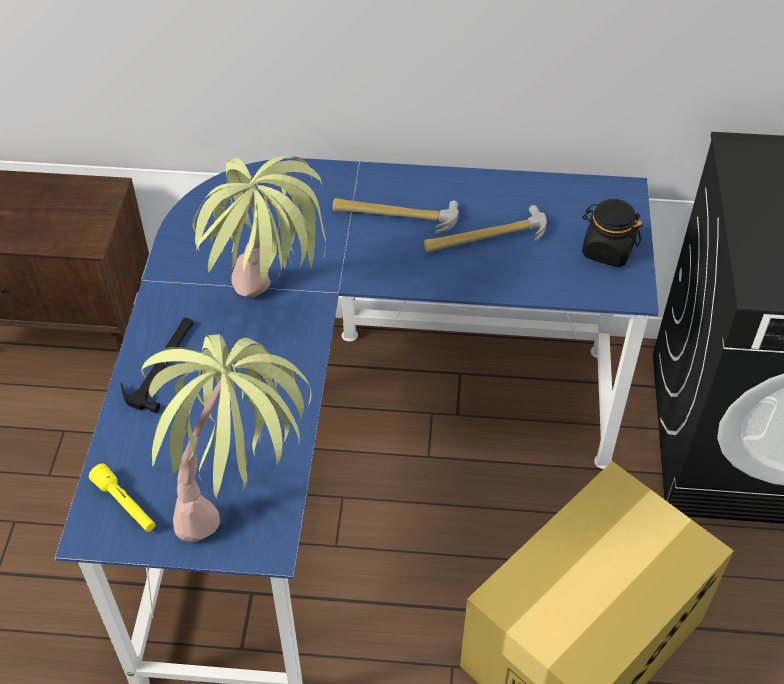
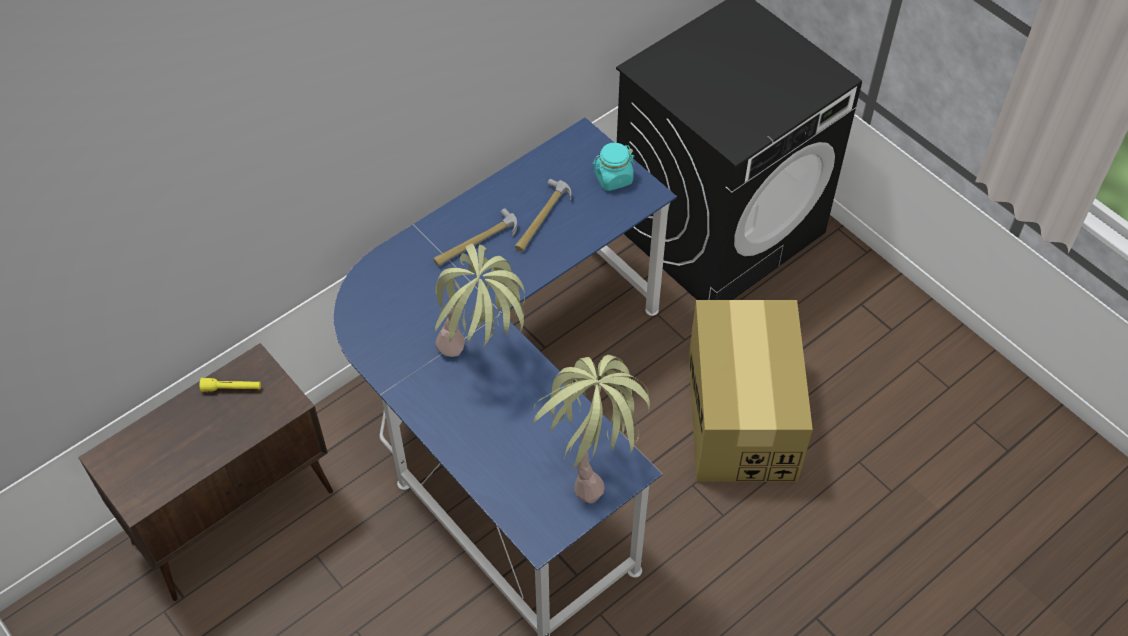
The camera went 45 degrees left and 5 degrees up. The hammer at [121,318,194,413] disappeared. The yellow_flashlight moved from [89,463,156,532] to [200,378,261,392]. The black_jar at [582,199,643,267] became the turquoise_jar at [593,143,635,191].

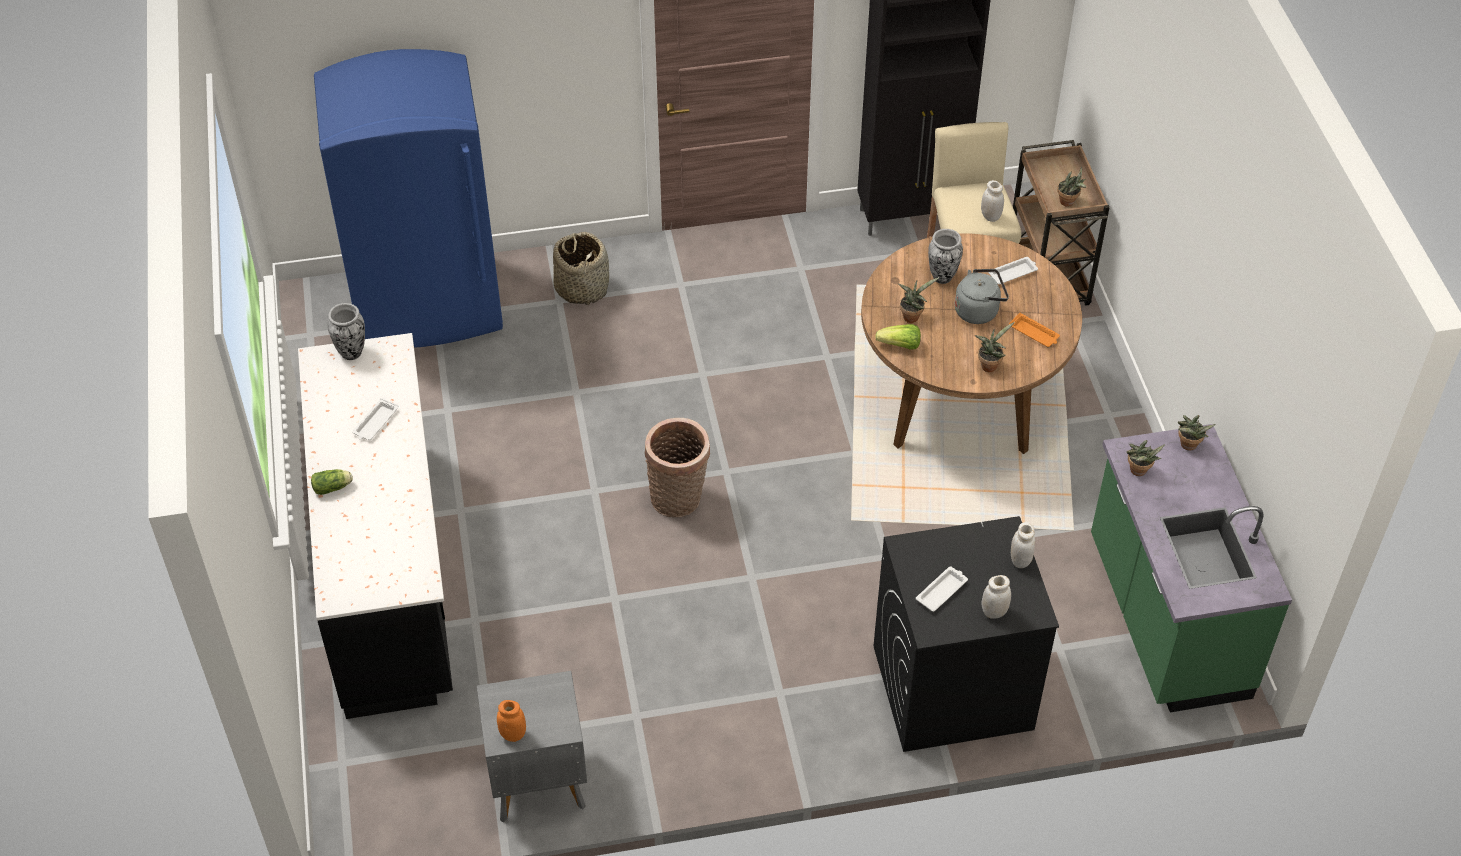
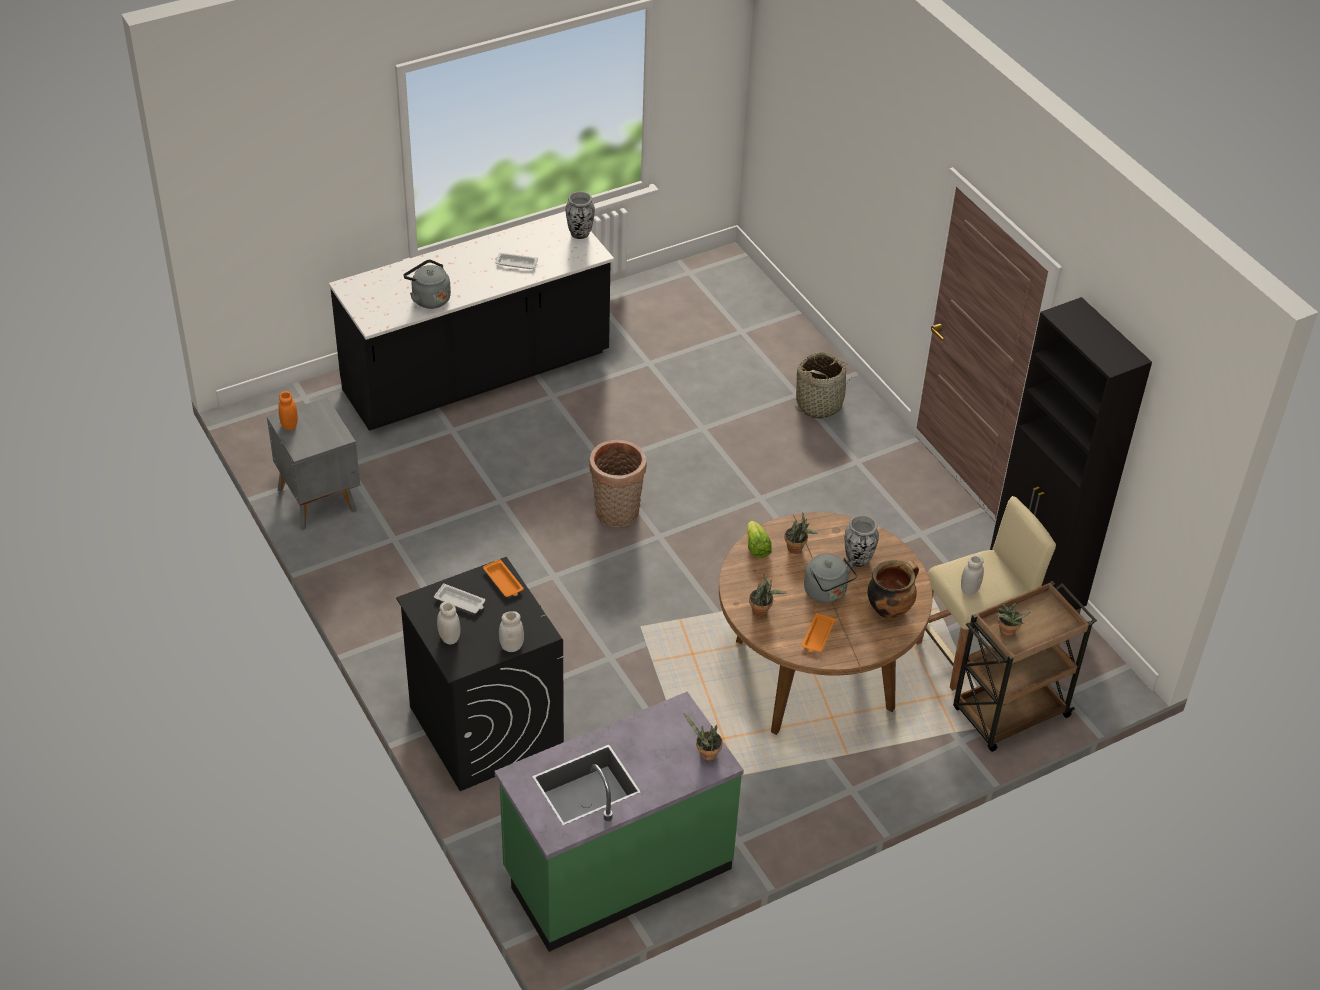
The camera went 70 degrees right and 5 degrees down. The lettuce at [311,469,353,495] disappeared. The blue_fridge at [314,49,503,348] disappeared. The potted_plant at [1126,440,1165,476] disappeared. The grey_kettle at [404,259,451,309] appeared. The orange_tray at [483,559,523,597] appeared. The white_tray at [988,257,1038,284] was replaced by the cooking_pot at [867,560,919,619].

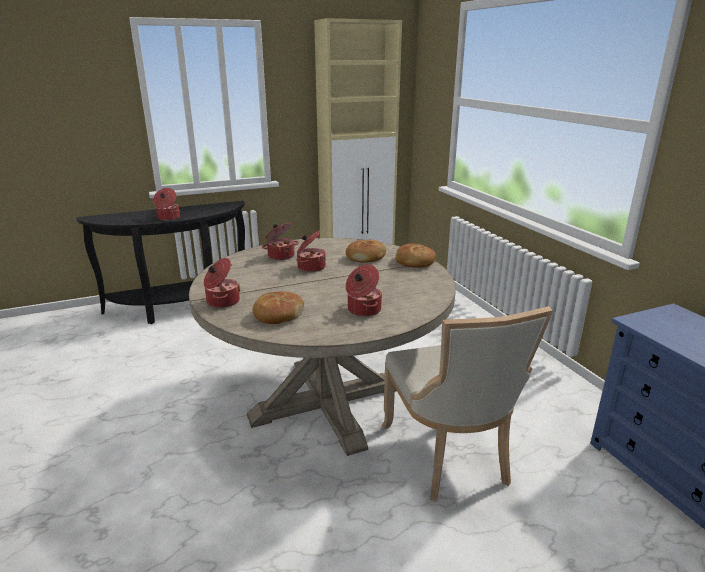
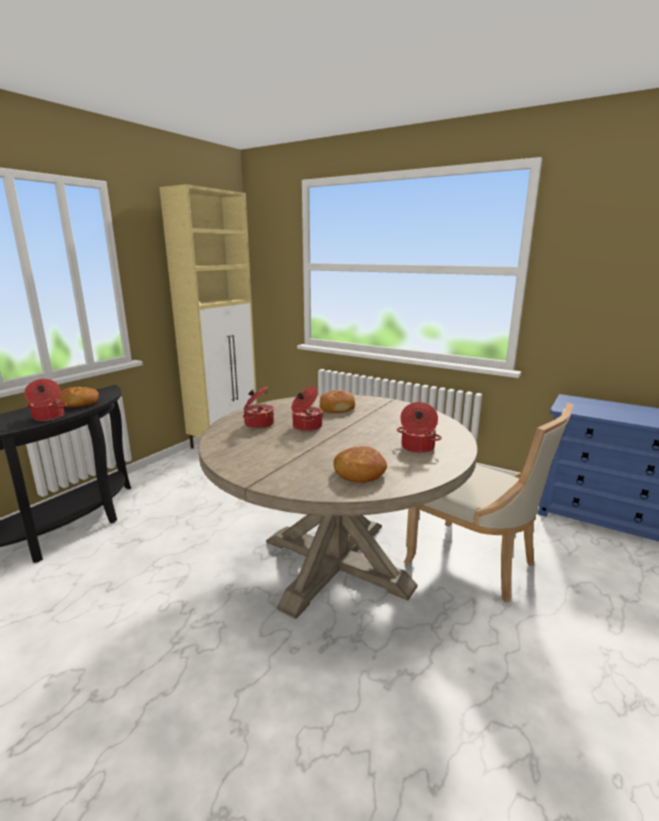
The camera went 35 degrees left and 5 degrees down. The cooking_pot at [204,258,240,308] disappeared. The bread moved from [395,243,436,268] to [58,387,99,407].

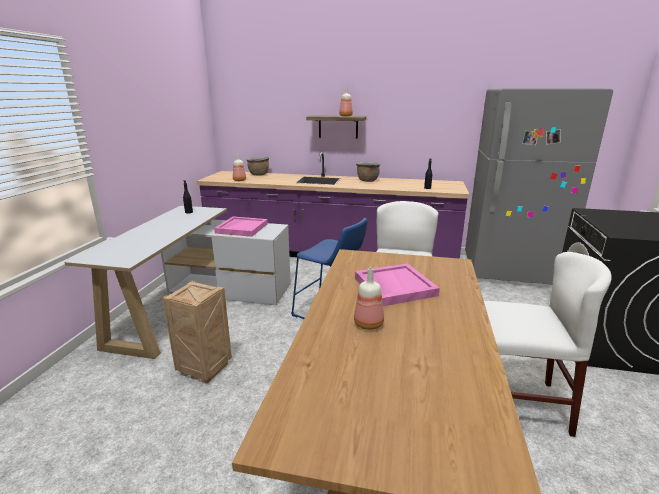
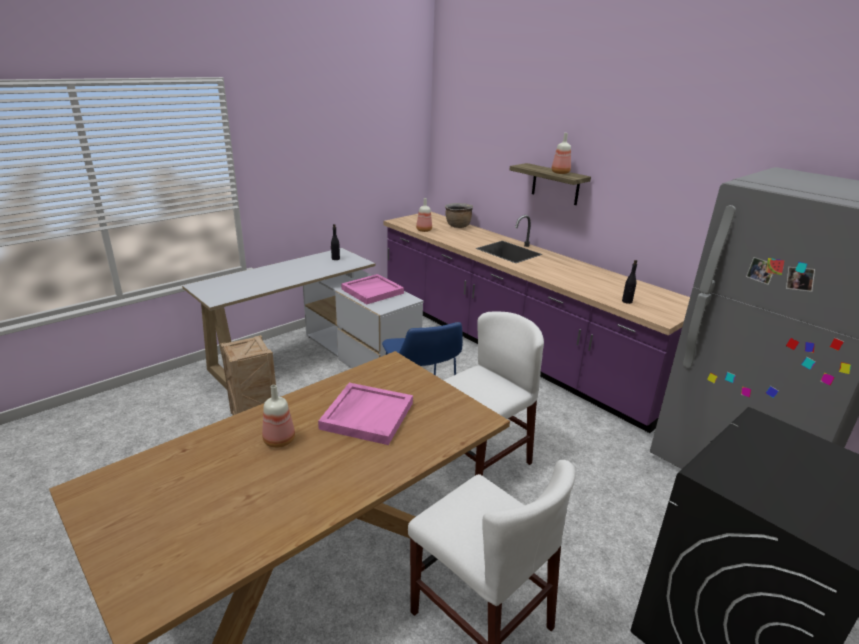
The camera went 35 degrees right and 5 degrees up. The brown_cooking_pot at [356,162,380,182] disappeared.

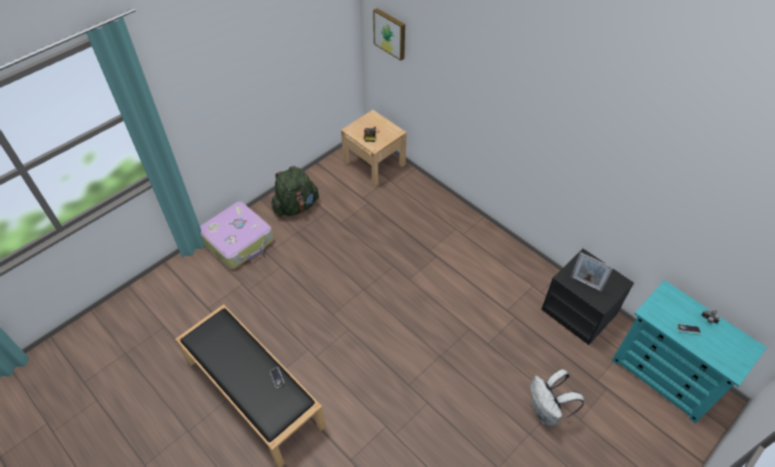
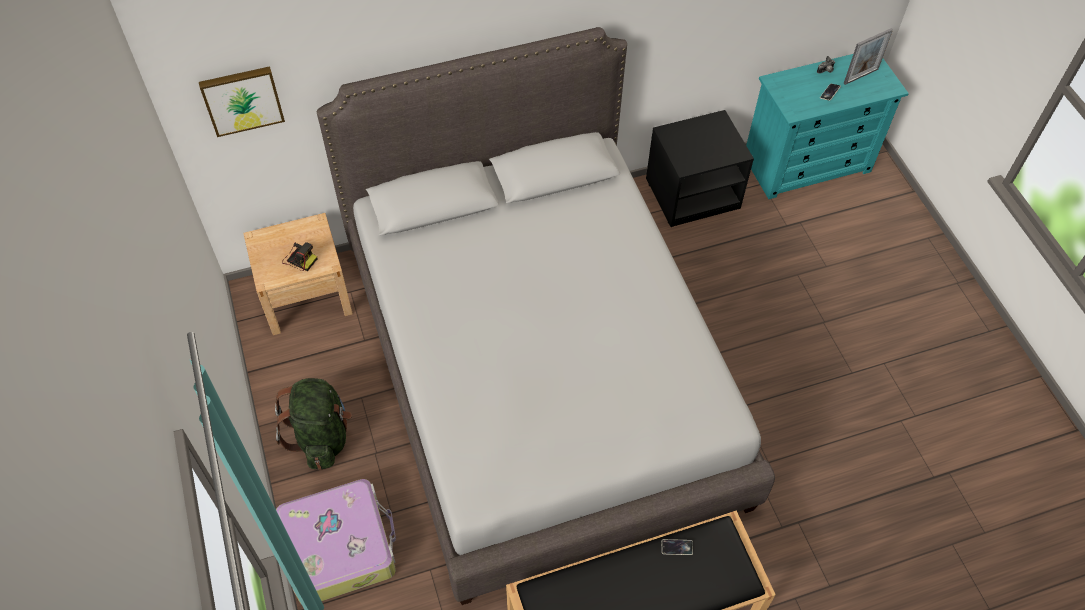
The camera went 65 degrees left and 5 degrees up. The white_backpack at [530,369,584,426] disappeared. The grey_bed at [317,27,775,605] appeared. The picture_frame moved from [571,252,613,292] to [843,28,893,85].

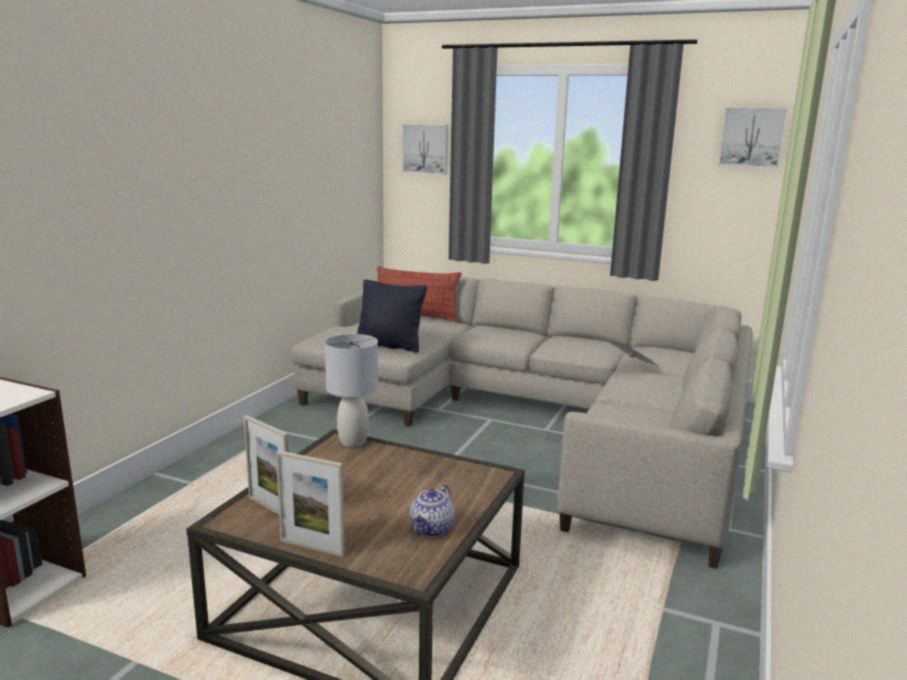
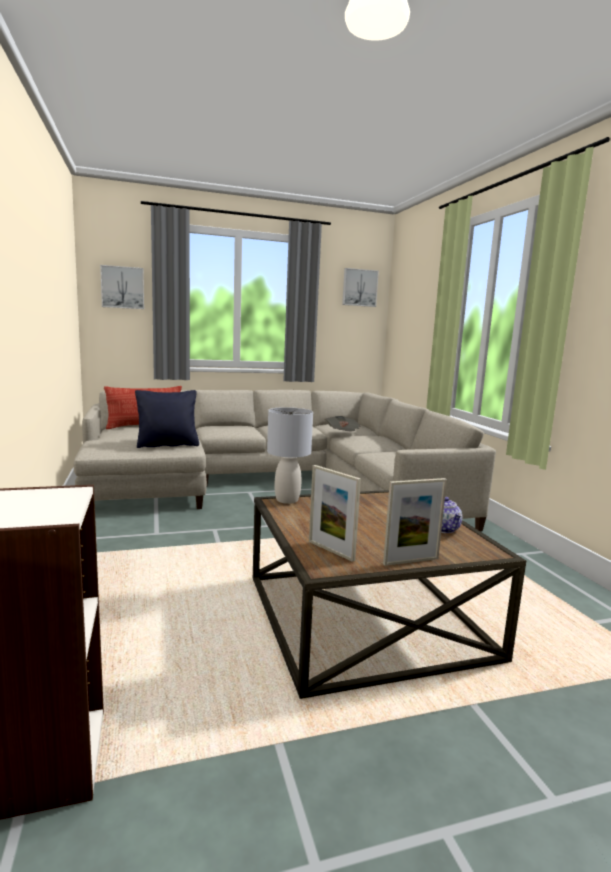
The camera went 40 degrees left and 5 degrees down. The picture_frame at [244,415,289,515] turned 45 degrees clockwise.

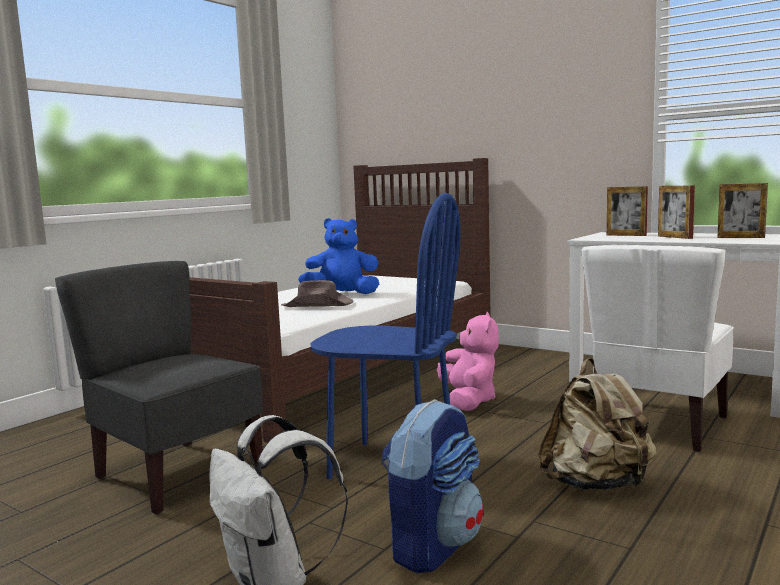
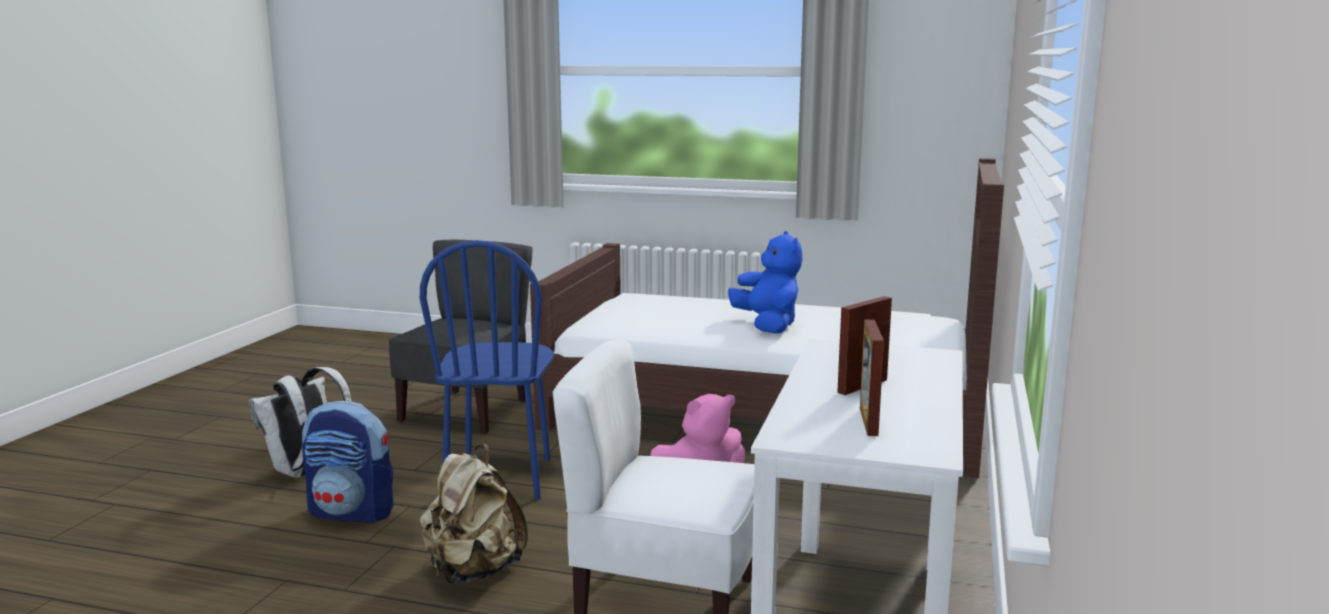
The camera went 70 degrees right and 5 degrees up. The brown_hat at [281,280,354,307] disappeared. The picture_frame at [607,186,648,236] disappeared.

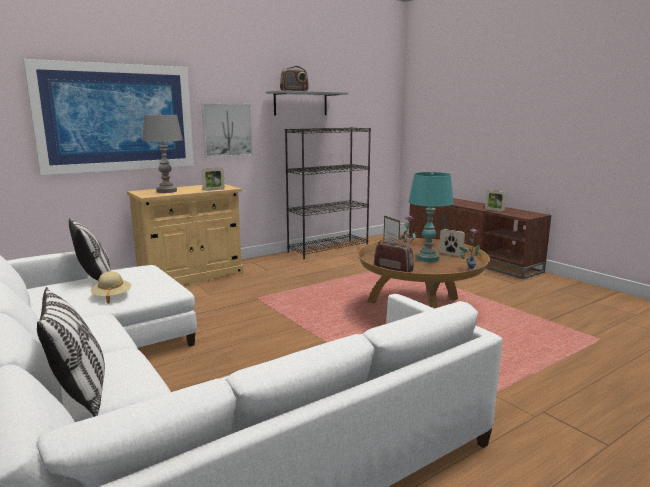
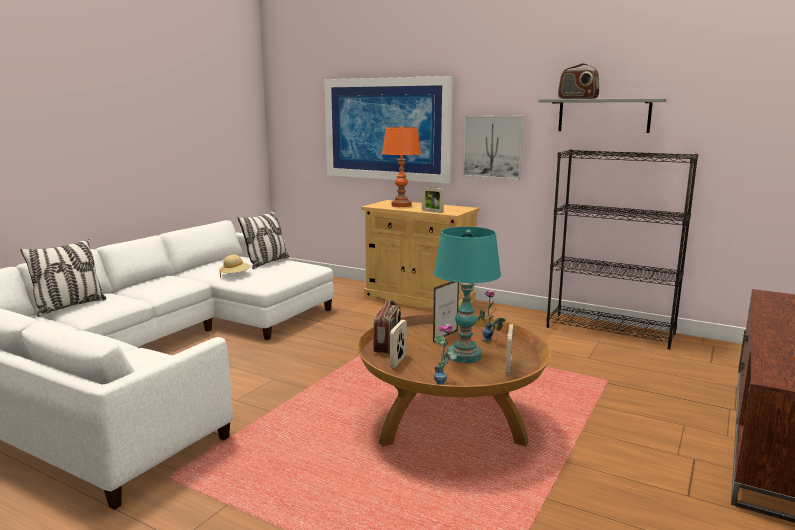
The camera went 65 degrees right and 0 degrees up. The picture_frame moved from [485,190,506,212] to [390,319,407,368]. The grey_table_lamp at [142,114,183,193] became the orange_table_lamp at [382,127,421,207].

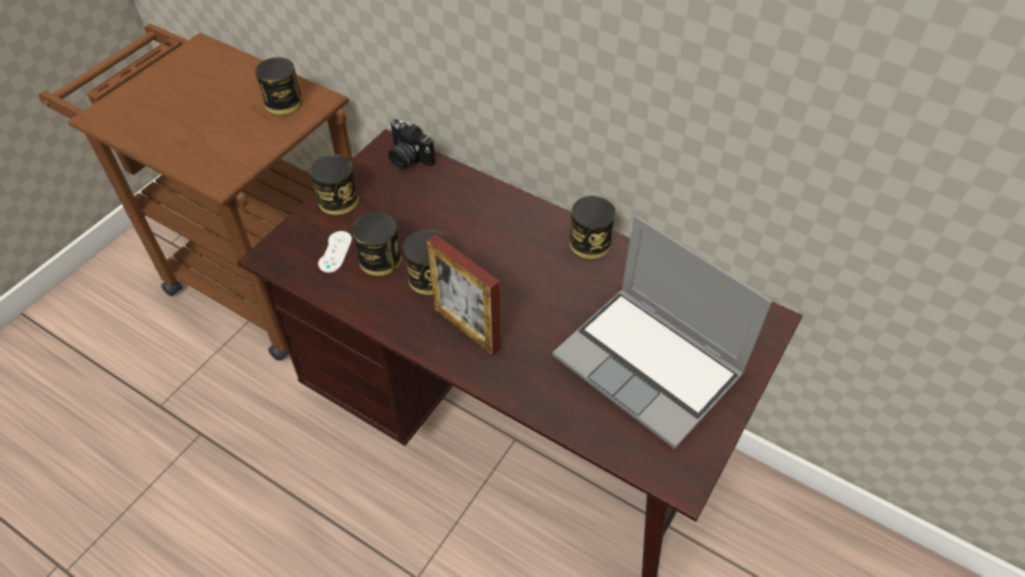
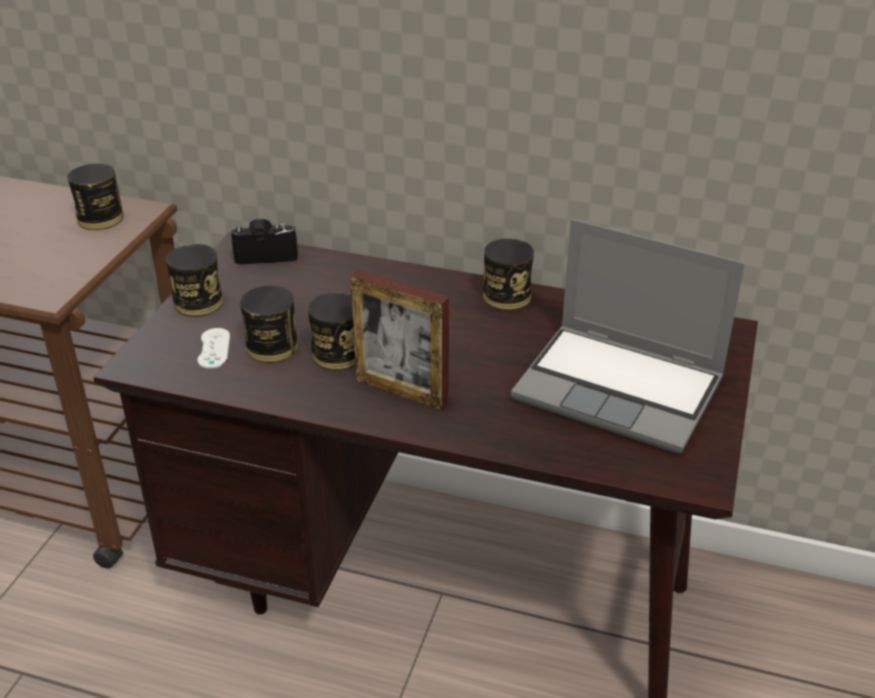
The camera went 15 degrees left and 15 degrees down. The photo_camera at [389,119,435,170] turned 150 degrees clockwise.

